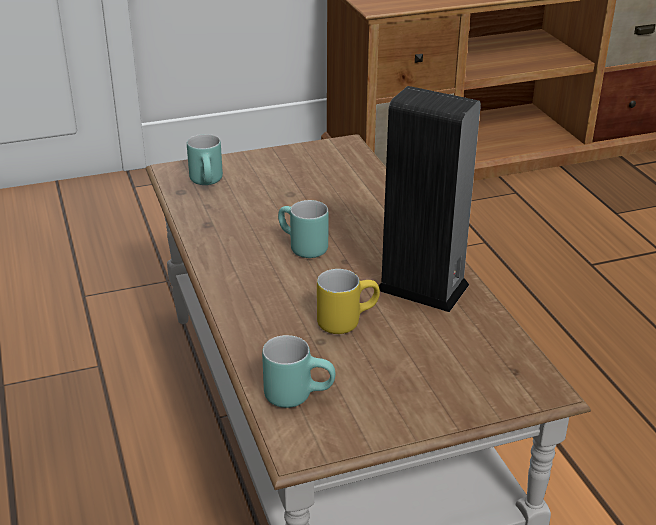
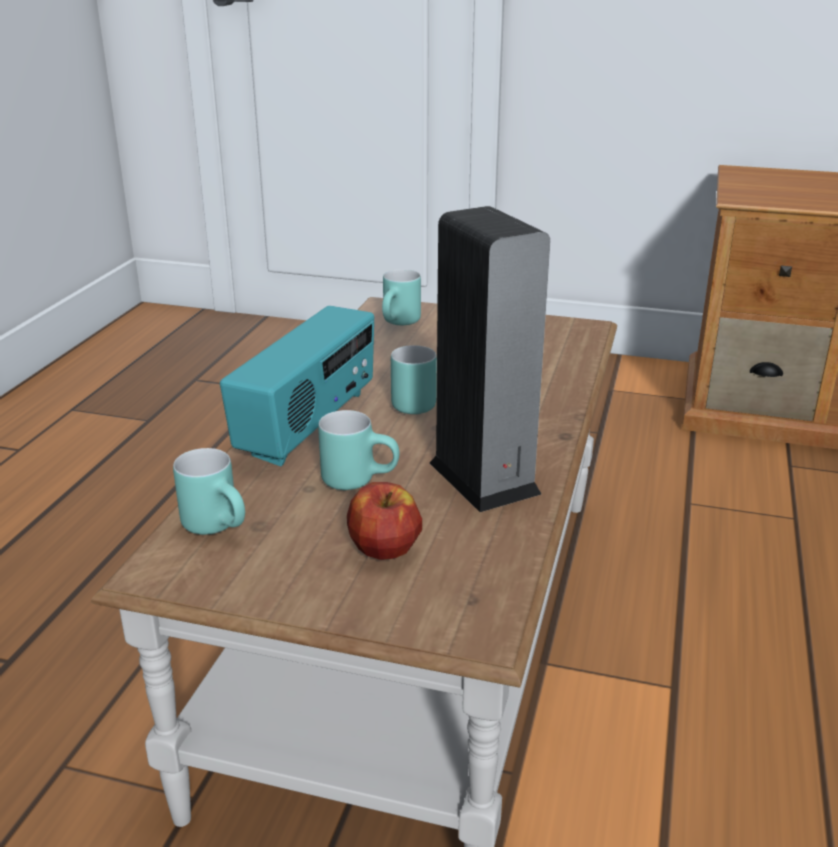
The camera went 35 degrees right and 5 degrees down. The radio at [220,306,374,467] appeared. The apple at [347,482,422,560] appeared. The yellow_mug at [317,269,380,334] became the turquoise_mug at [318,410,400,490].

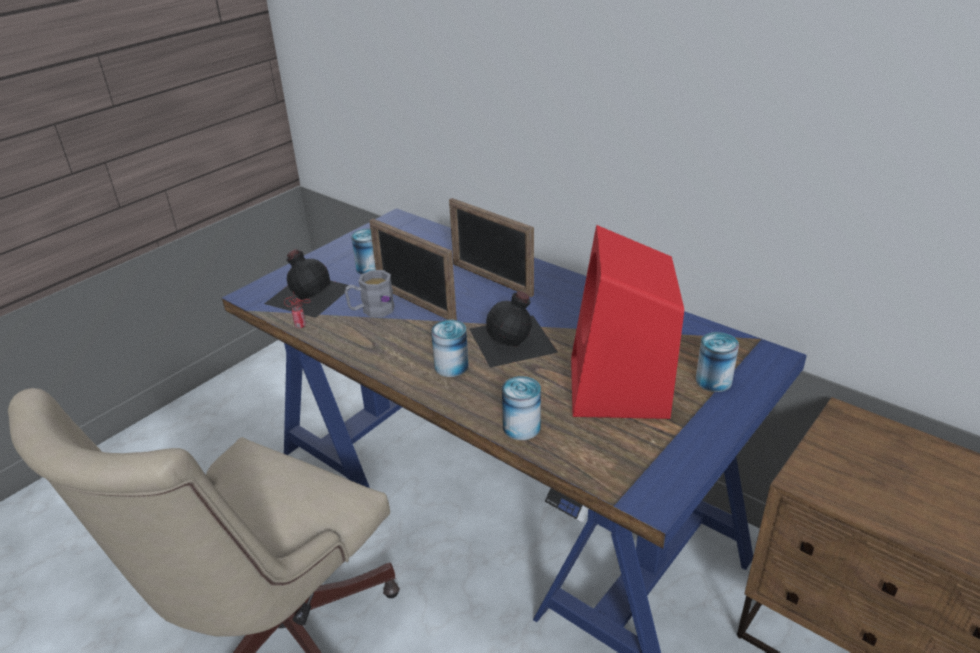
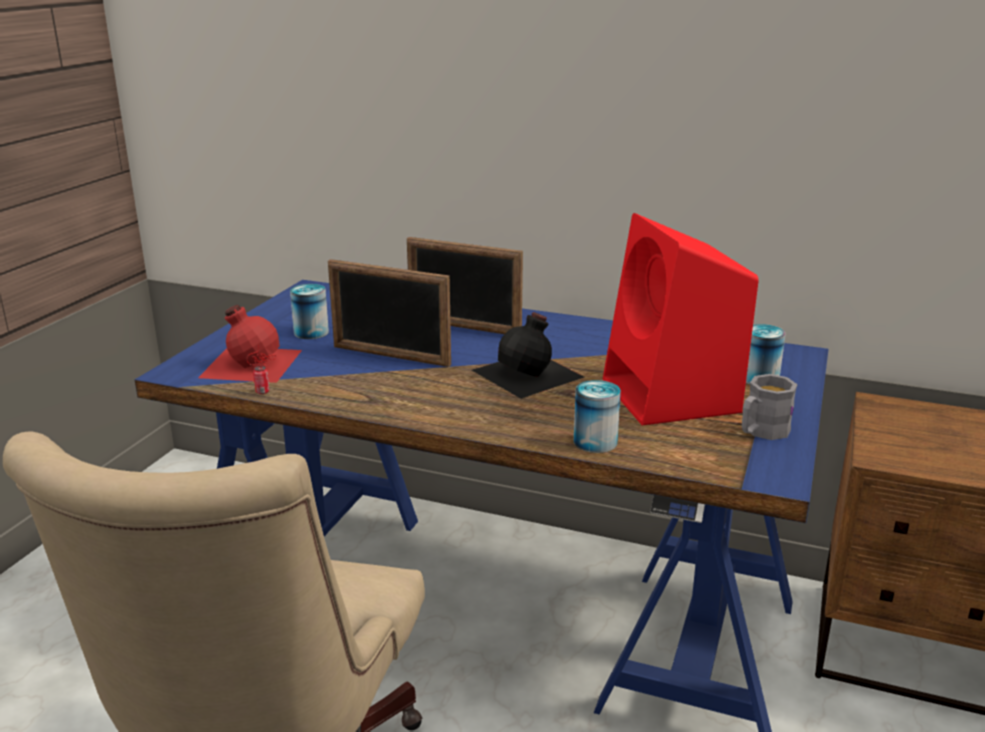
The camera went 20 degrees left and 10 degrees down. The can at [431,320,468,377] disappeared. The grey_mug moved from [345,270,395,317] to [742,374,798,440]. The black_bottle at [264,249,349,318] became the red_bottle at [198,305,302,383].

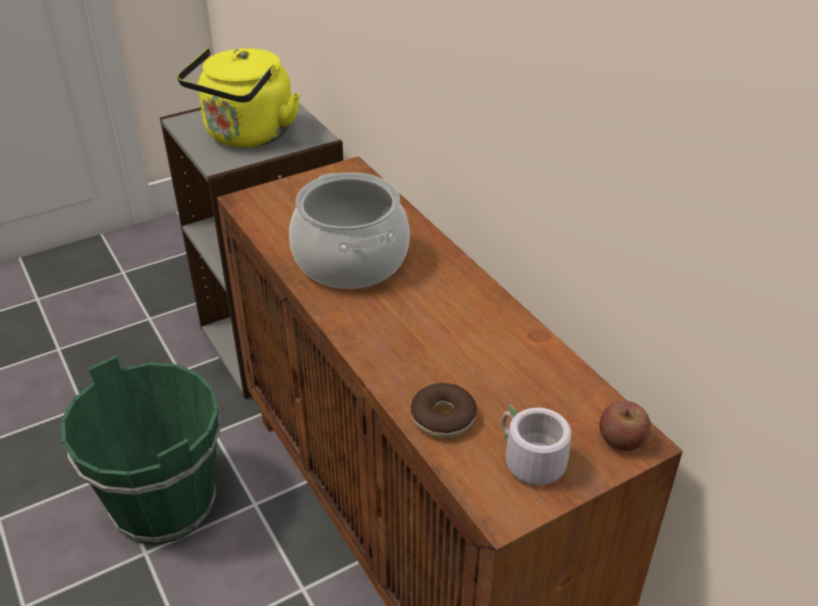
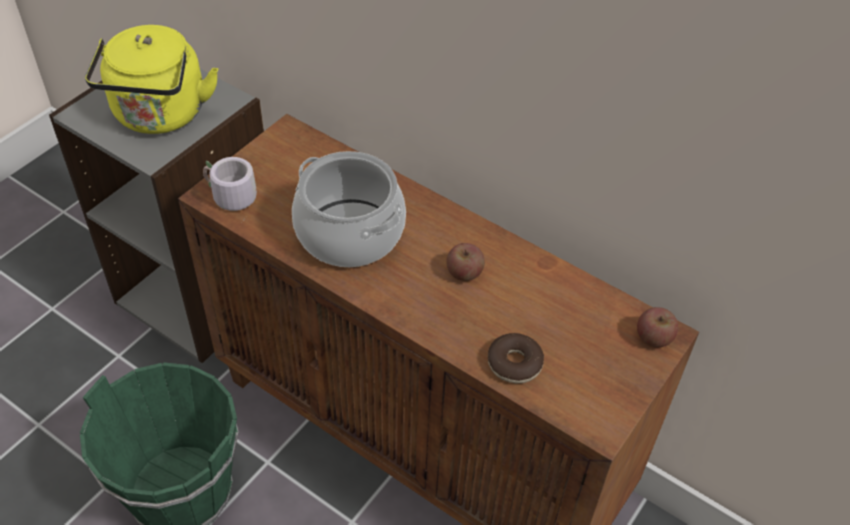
The camera went 25 degrees left and 10 degrees up. The apple at [447,243,485,281] appeared. The grey_mug moved from [501,405,571,505] to [203,157,257,223].

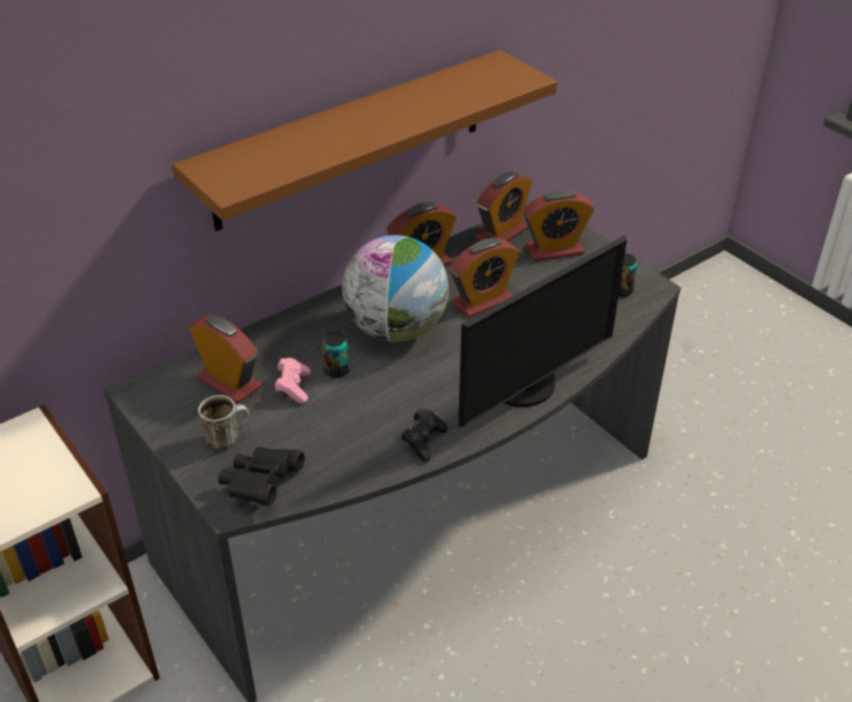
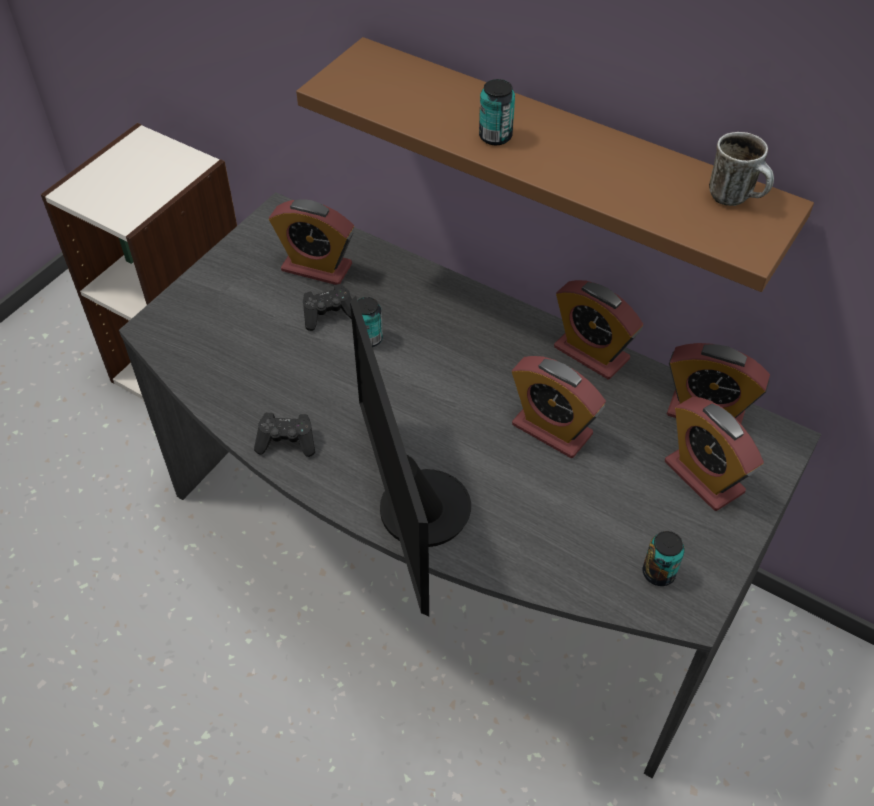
The camera went 70 degrees right and 10 degrees up. The black_binoculars at [218,447,305,506] disappeared. The globe at [342,235,449,342] disappeared. The can at [479,79,515,145] appeared. The mug moved from [198,395,250,450] to [709,132,774,206]. The pink_game_controller at [275,358,311,404] became the black_game_controller at [303,284,352,331]. The alarm_clock at [189,315,262,404] turned 90 degrees clockwise. The monitor at [458,235,627,427] turned 45 degrees clockwise.

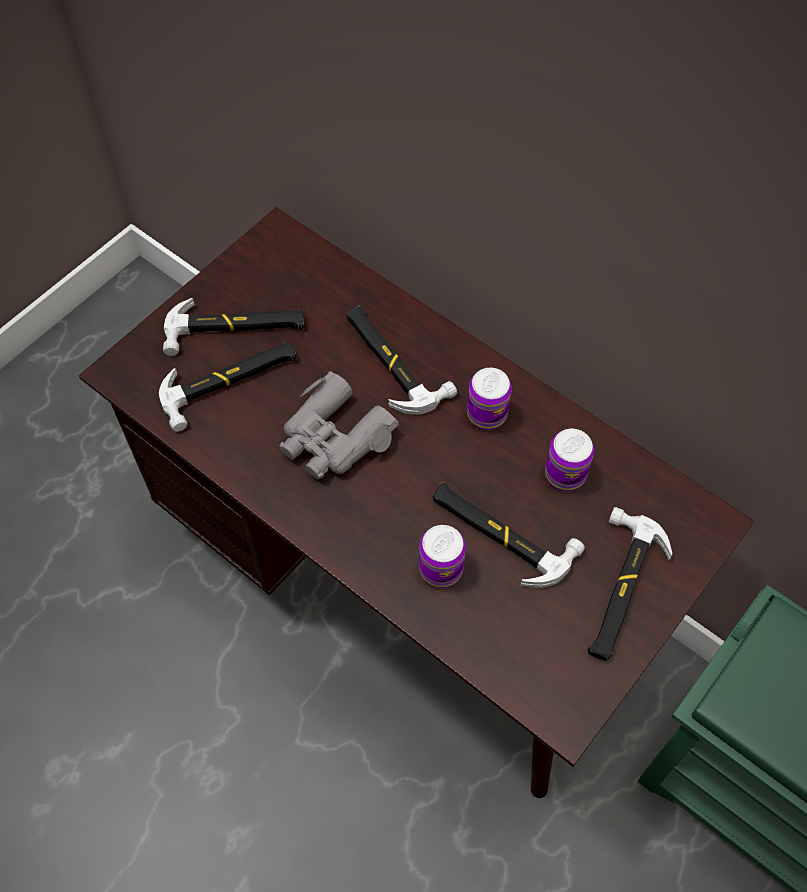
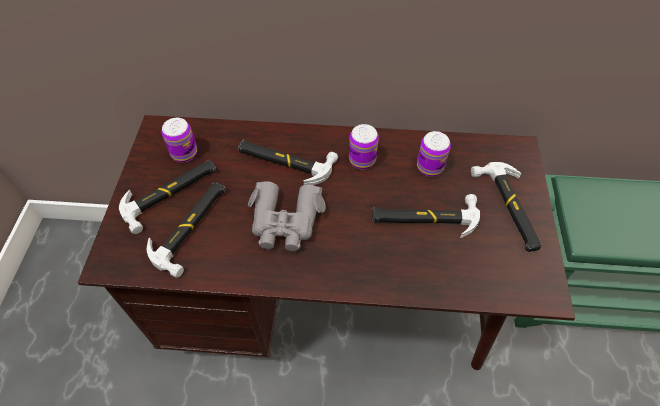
The camera went 35 degrees left and 5 degrees down. The can moved from [419,525,466,588] to [161,118,197,163].

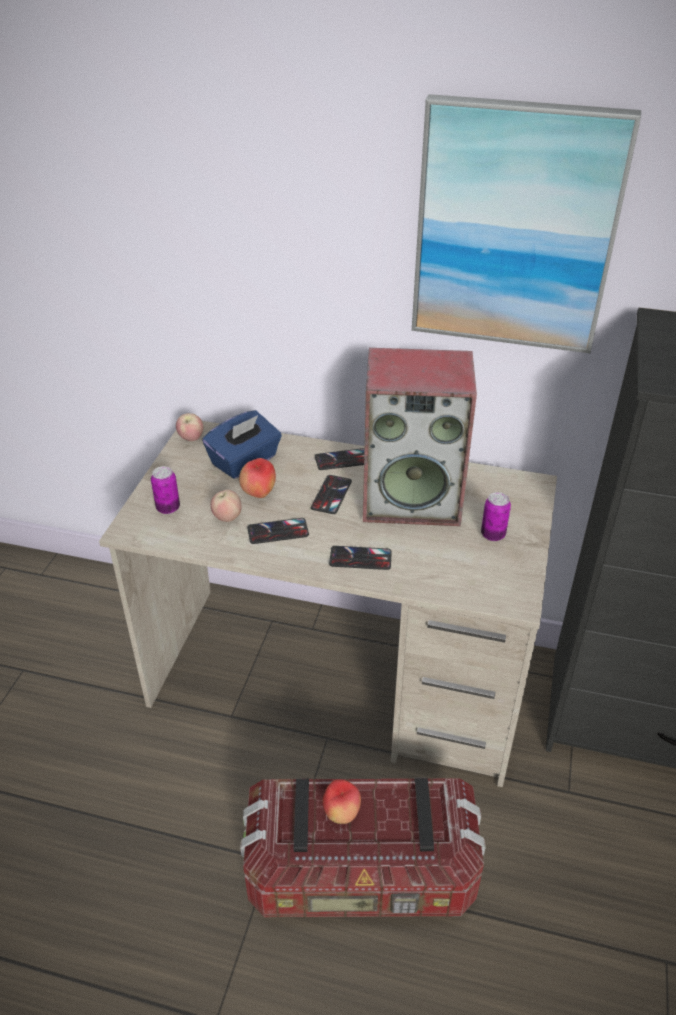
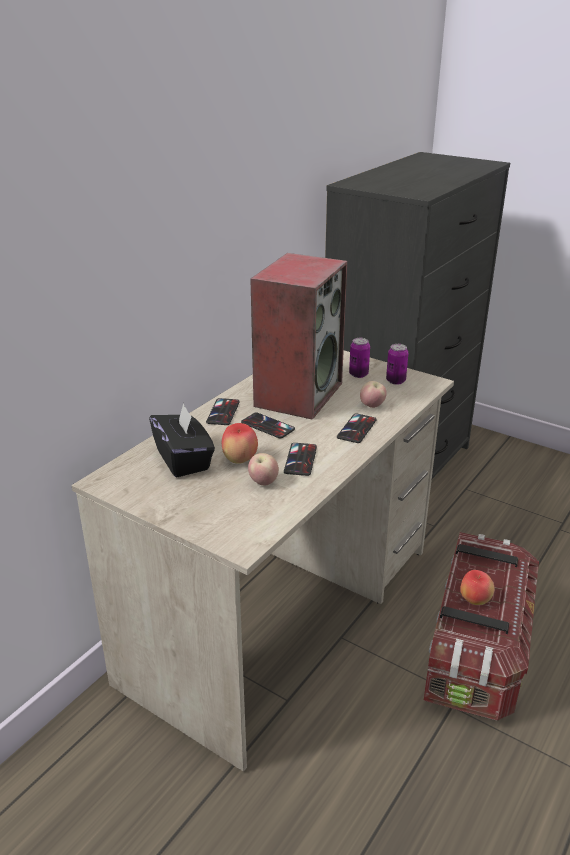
The camera went 70 degrees left and 10 degrees down. The picture at [412,94,641,353] disappeared. The can moved from [151,466,180,514] to [386,344,408,385]. The apple moved from [176,413,203,441] to [360,381,387,408]. The blue_tissue_box at [202,410,282,479] became the black_tissue_box at [149,403,215,477].

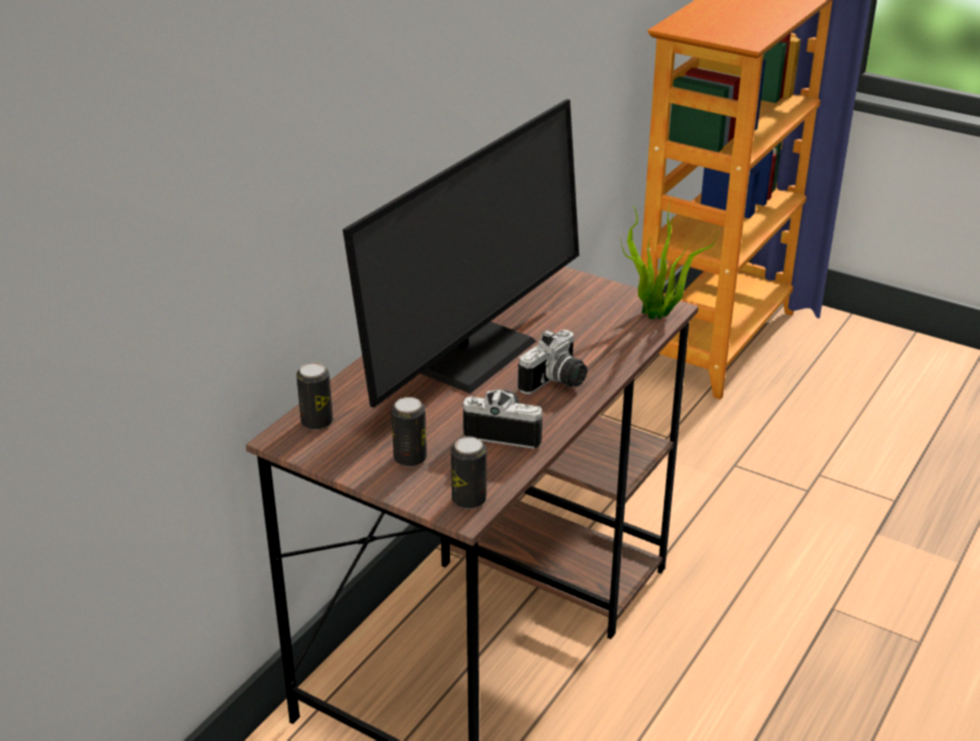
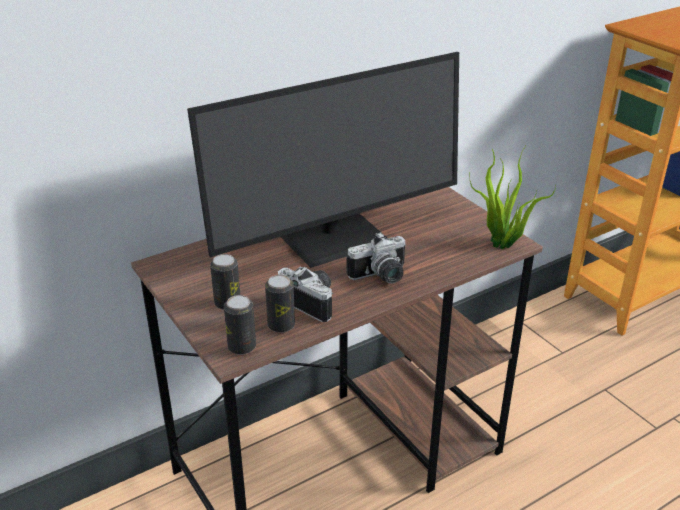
The camera went 25 degrees right and 0 degrees up. The can moved from [296,362,333,430] to [265,275,295,333].

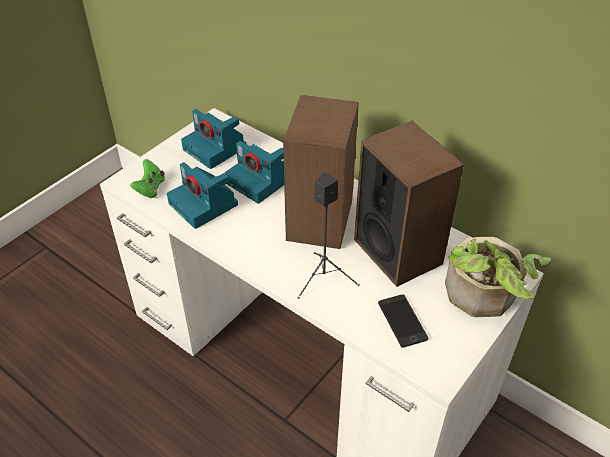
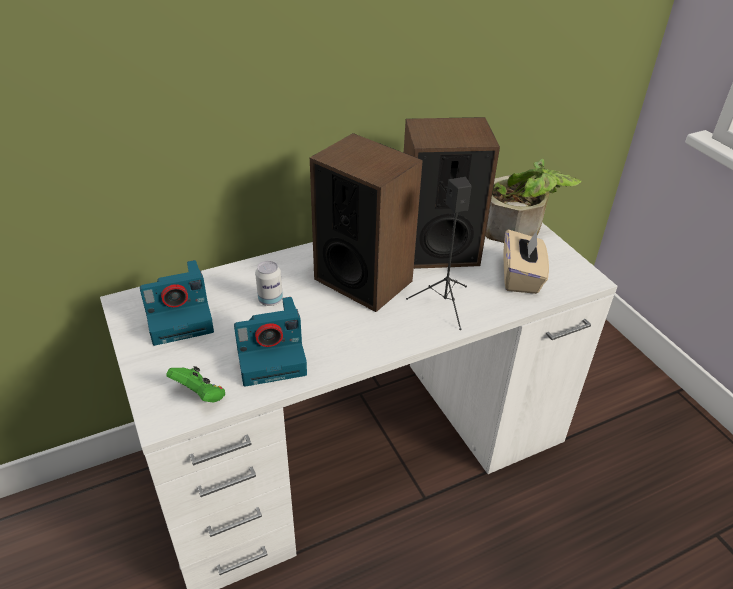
The camera went 65 degrees left and 5 degrees down. The photo_camera at [225,141,284,204] was replaced by the can at [255,261,283,306]. The phone at [378,294,428,348] was replaced by the beige_tissue_box at [503,229,549,294].

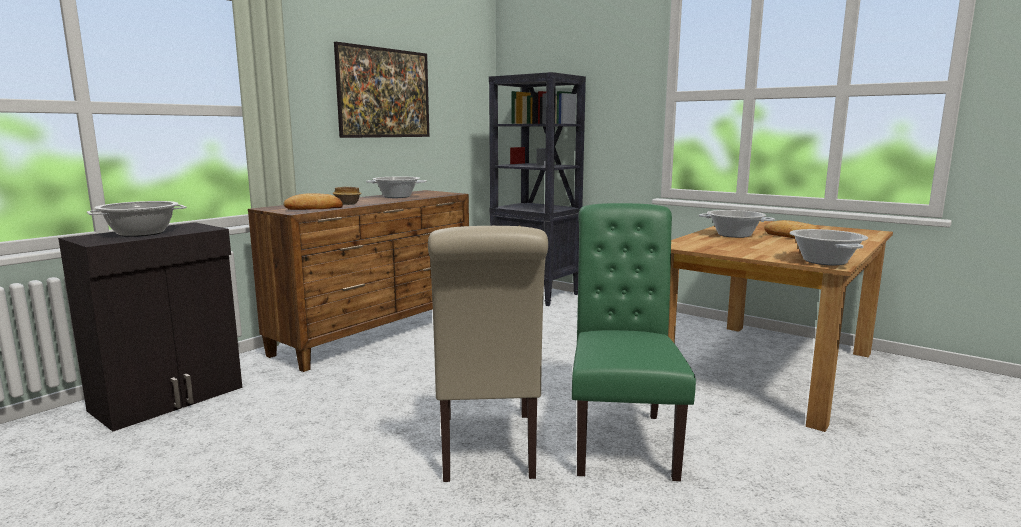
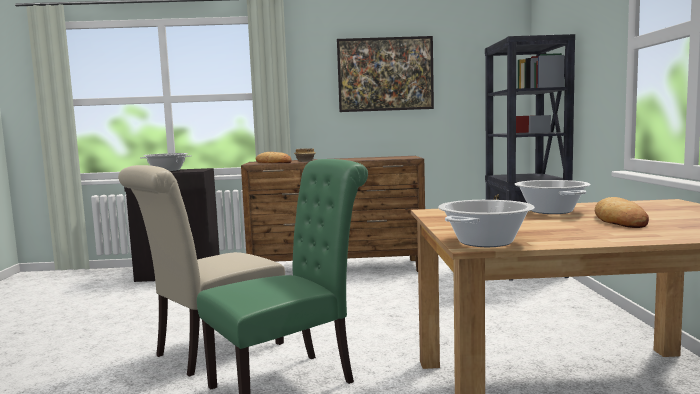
The camera went 50 degrees right and 5 degrees down. The cooking_pot at [366,176,427,198] disappeared.

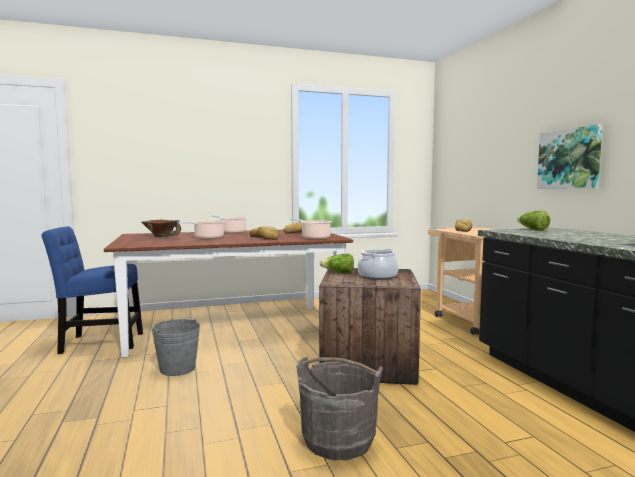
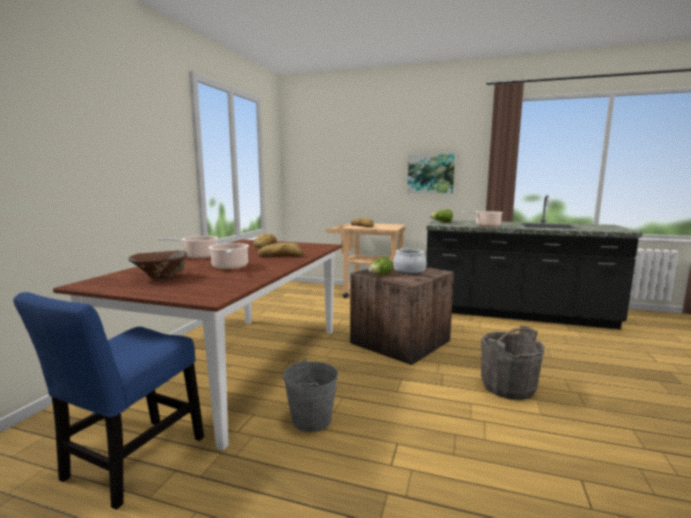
The camera went 55 degrees left and 5 degrees up. The cooking_pot moved from [290,218,332,239] to [462,211,503,227].

